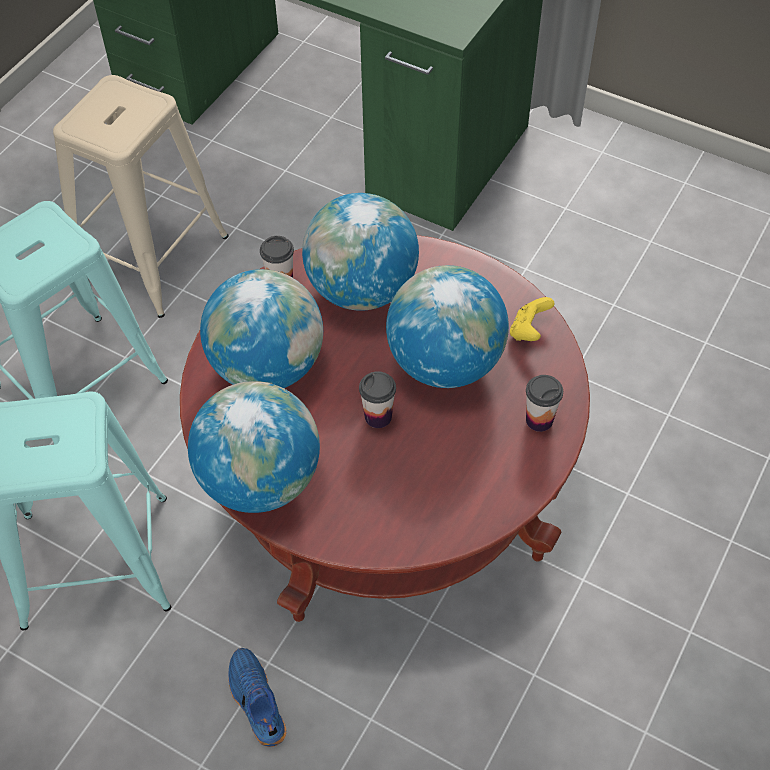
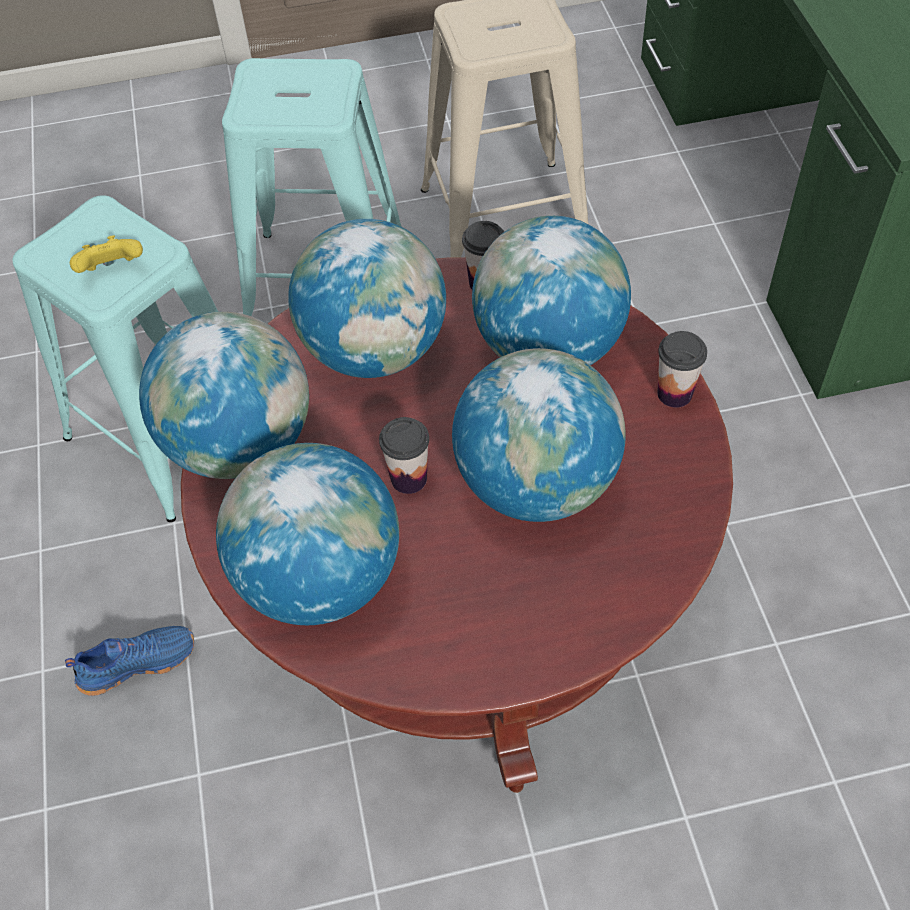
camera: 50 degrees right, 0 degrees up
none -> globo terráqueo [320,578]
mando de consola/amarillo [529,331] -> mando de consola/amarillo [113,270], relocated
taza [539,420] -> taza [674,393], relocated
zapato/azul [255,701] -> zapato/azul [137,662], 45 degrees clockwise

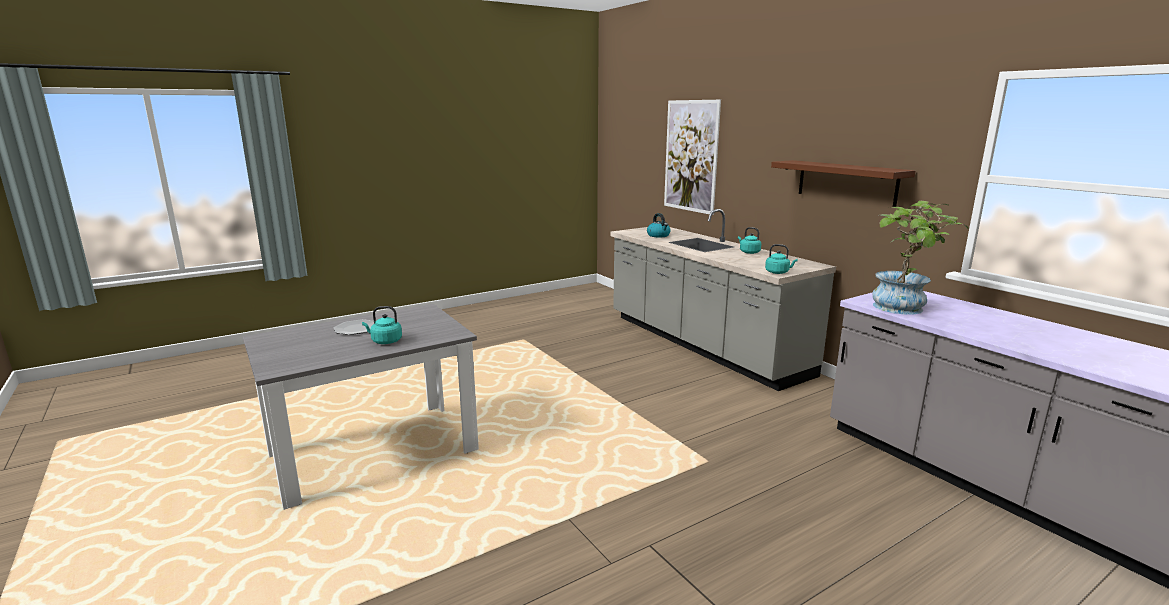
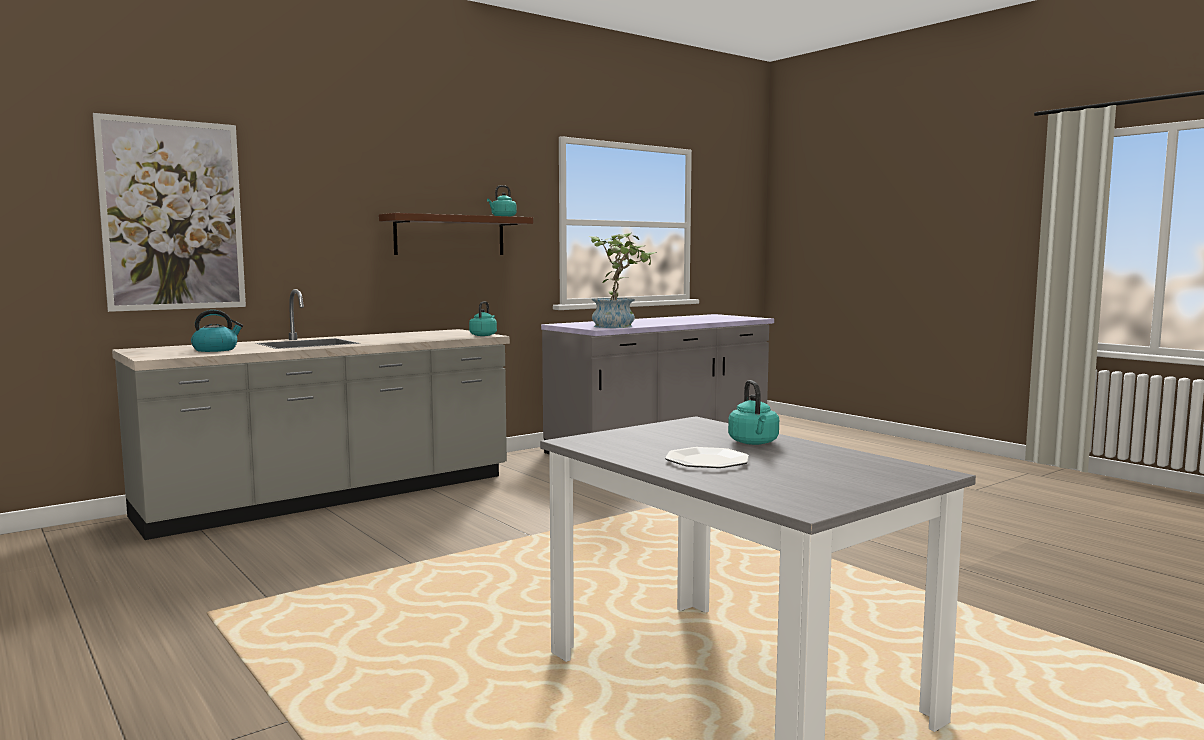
camera: 95 degrees left, 10 degrees down
hervidor/turquesa [748,252] -> hervidor/turquesa [502,216], relocated

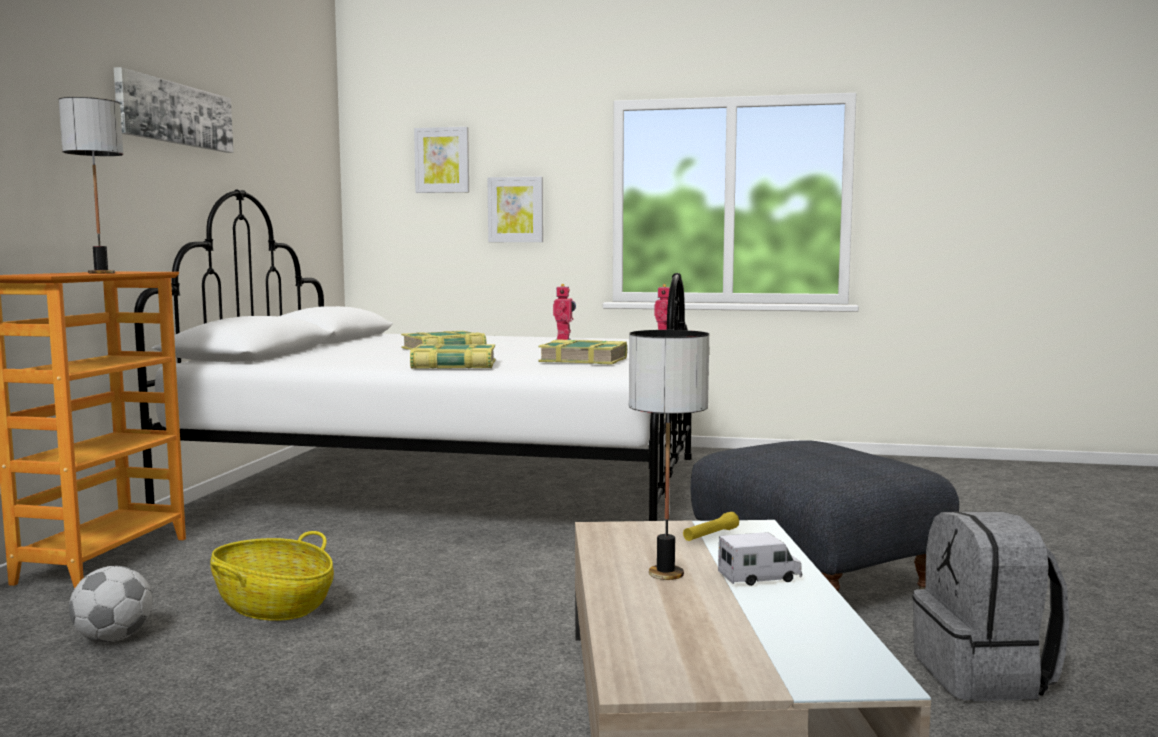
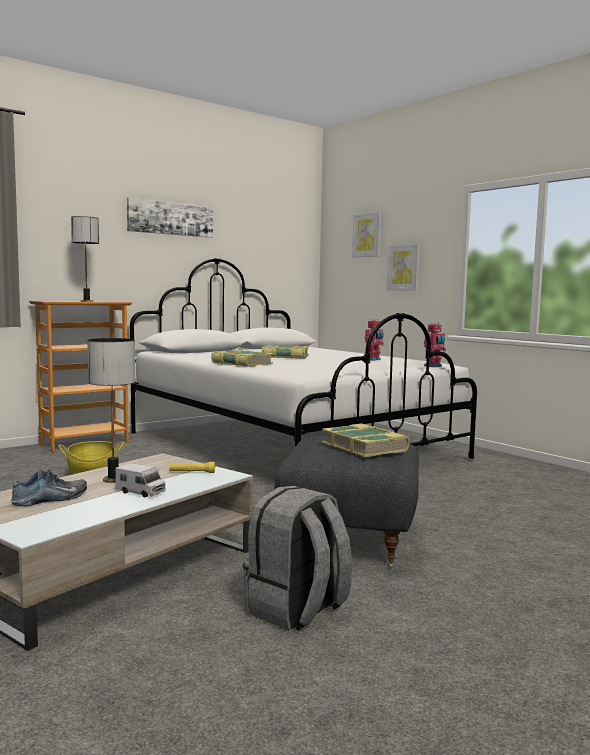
camera: 40 degrees right, 0 degrees up
balón de fútbol [114,638] -> none
none -> zapato [51,499]
libro [583,360] -> libro [365,447], relocated

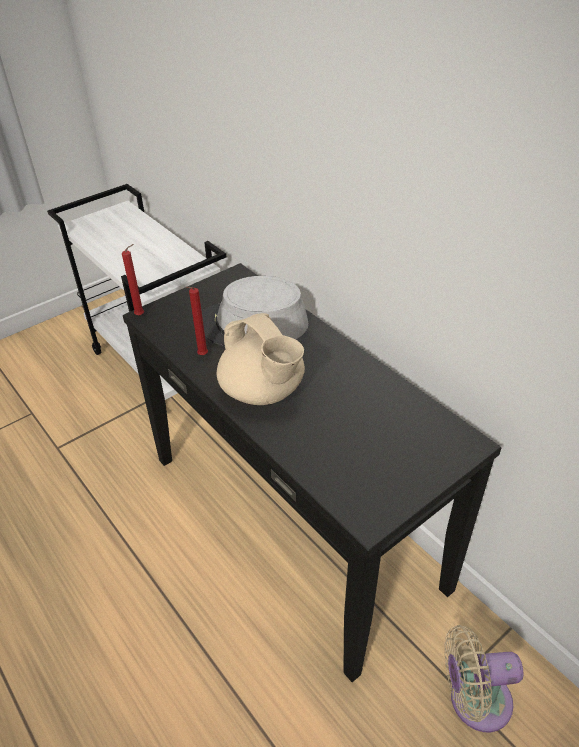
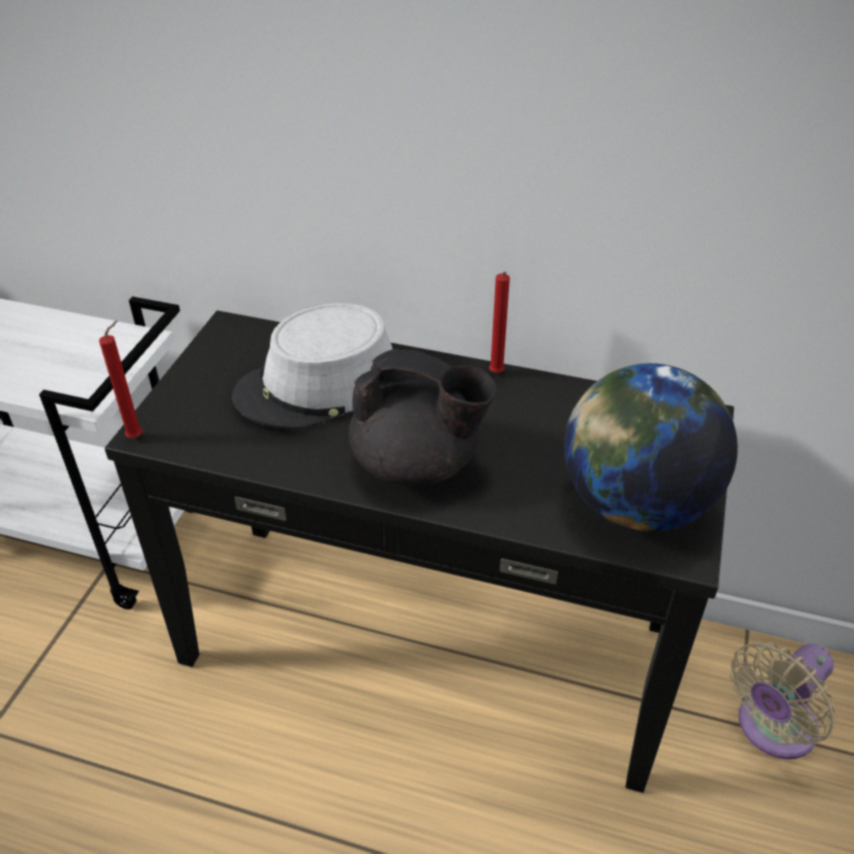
camera: 35 degrees left, 0 degrees up
none -> globo terráqueo [634,504]
vela/rojo [201,356] -> vela/rojo [496,374], relocated
tetera/beis [263,391] -> tetera/negro [417,463]

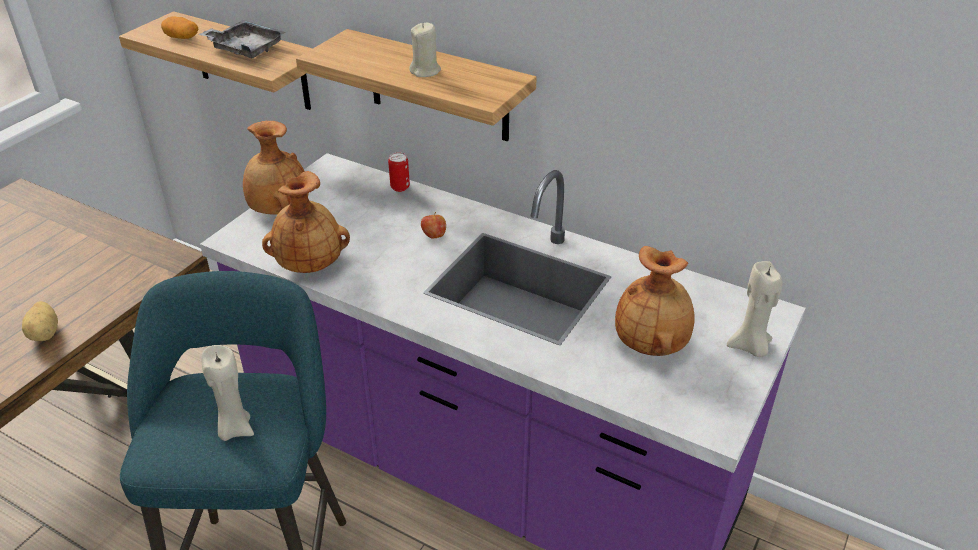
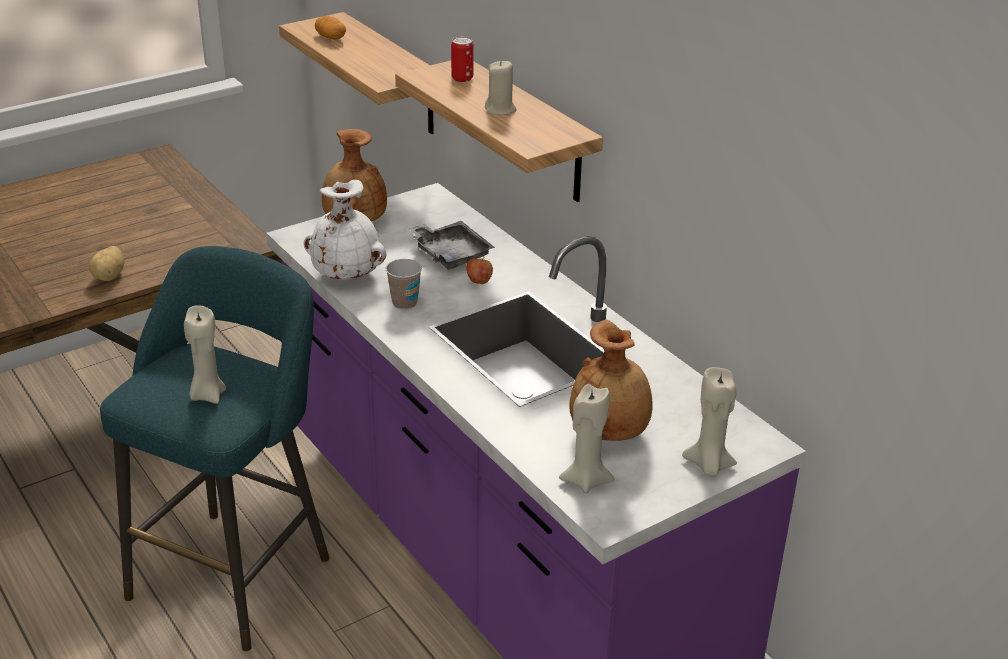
camera: 25 degrees right, 5 degrees down
none -> taza [404,303]
none -> vela/beis [586,480]
bandeja/gris [245,48] -> bandeja/gris [450,254], relocated
lata [400,187] -> lata [462,78], relocated
florero/marrón [310,264] -> florero/blanco [347,274]

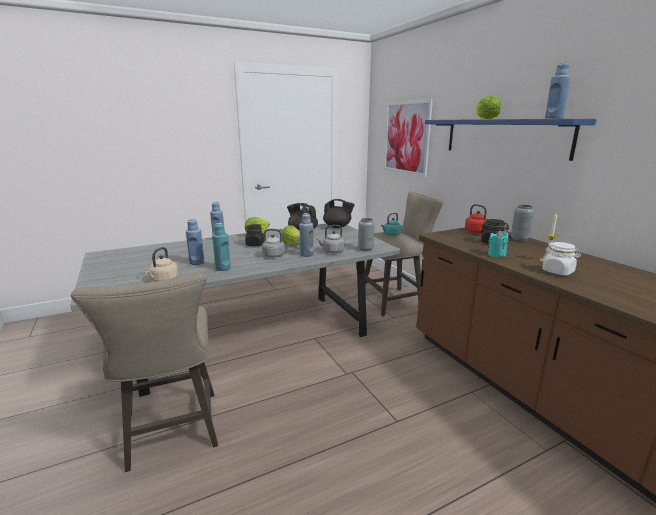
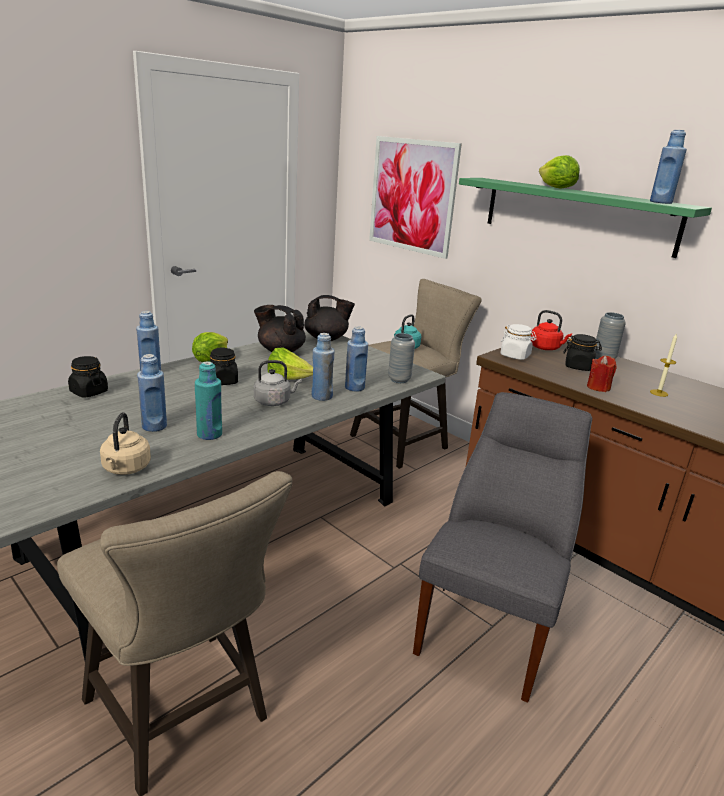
camera: 20 degrees left, 5 degrees up
none -> tarro/negro [89,392]
none -> silla/gris [489,626]
tarro/blanco [558,272] -> tarro/blanco [515,356], relocated
hervidor/gris [332,251] -> botella/azul [354,387]
estante/azul [503,137] -> estante/verde [577,215]
vela/turquesa [496,255] -> vela/rojo [598,387]

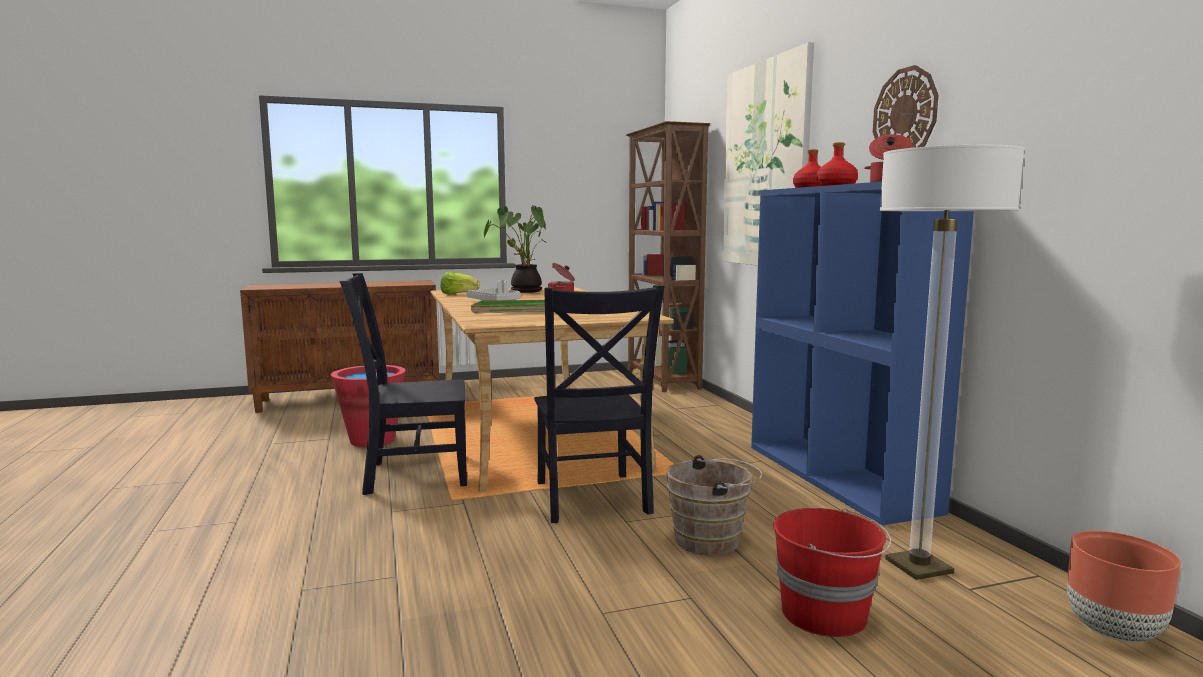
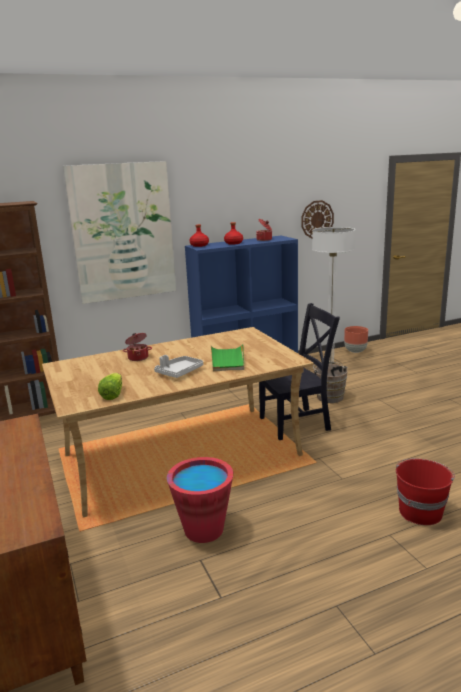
camera: 95 degrees left, 10 degrees up
silla/negro [411,475] -> none
planta en maceta [523,291] -> none
cubo/rojo [826,614] -> cubo/rojo [420,511], relocated
reloj de pared [905,114] -> reloj de pared [317,219], relocated

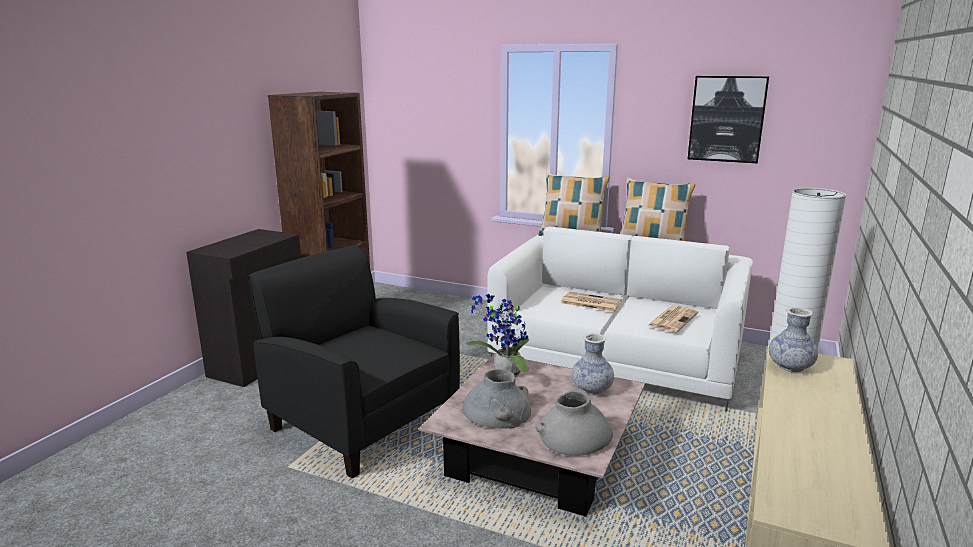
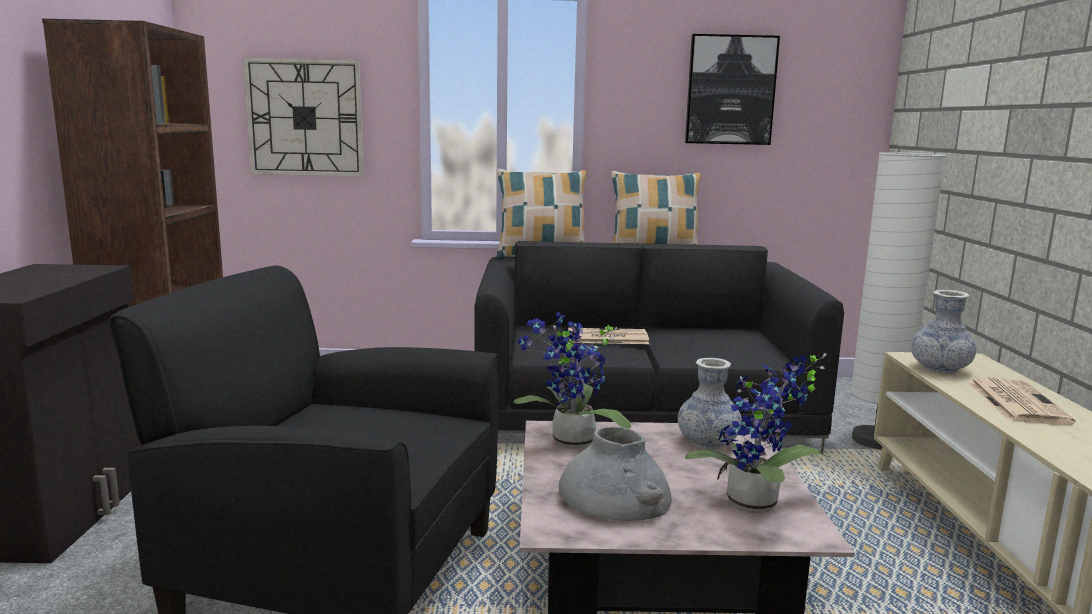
camera: 25 degrees left, 5 degrees down
none -> reloj de pared [305,118]
periódico [672,319] -> periódico [1015,401], relocated
florero/gris [574,435] -> planta en maceta [755,507]
sofá/blanco [617,358] -> sofá/negro [639,414]

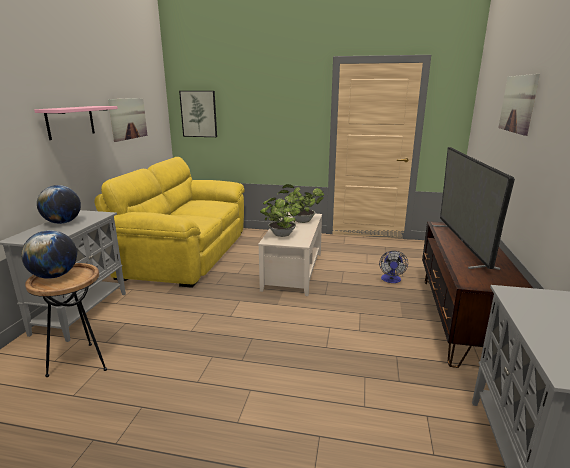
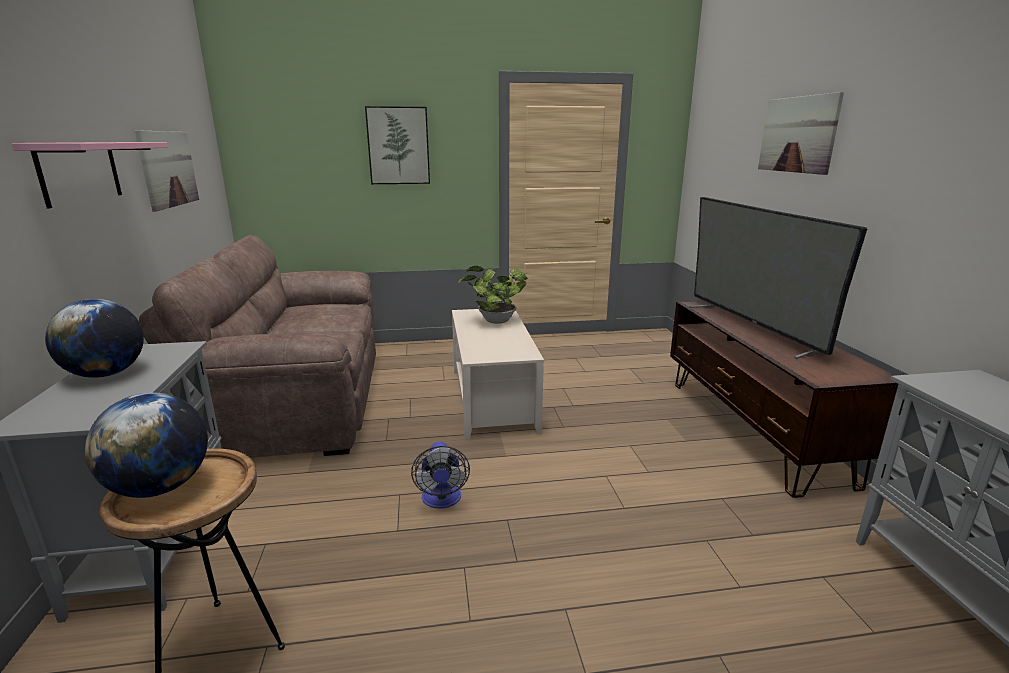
camera: 20 degrees left, 0 degrees up
planta en maceta [280,235] -> none
cuadro [199,114] -> cuadro [398,146], relocated
ventilador [391,280] -> ventilador [442,500], relocated
sofá/amarillo [185,253] -> sofá/marrón [296,397]

